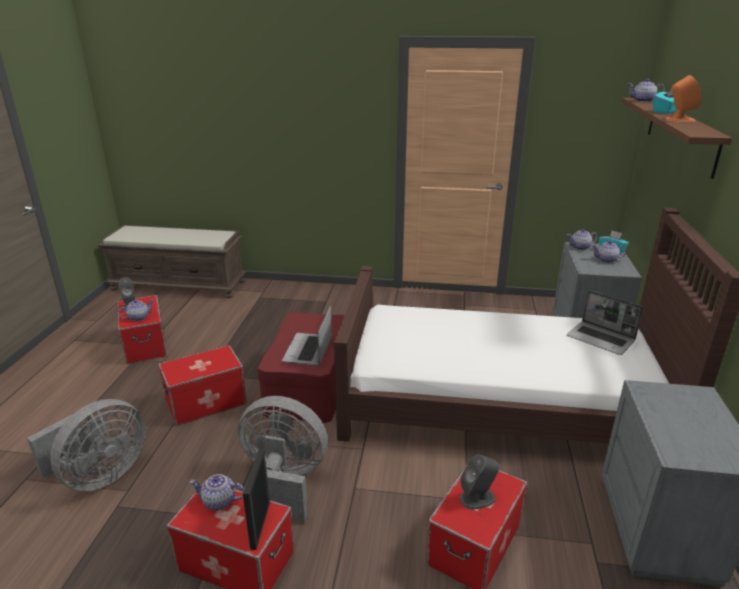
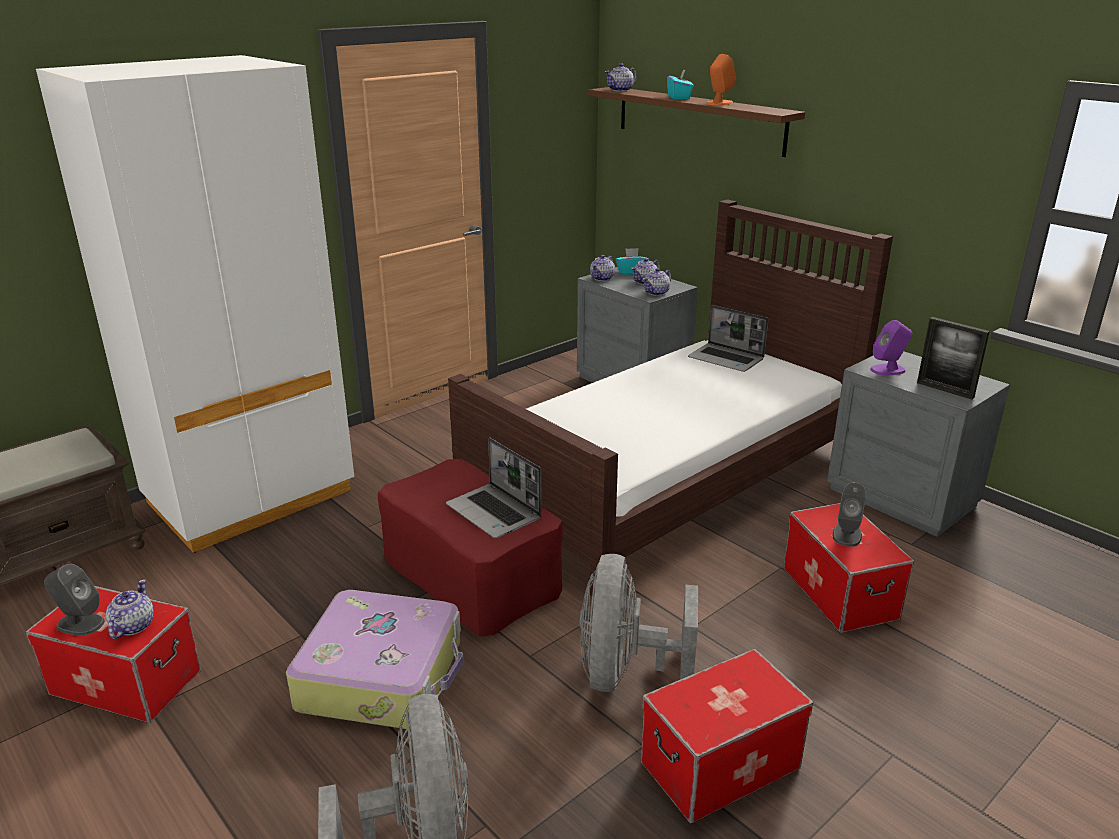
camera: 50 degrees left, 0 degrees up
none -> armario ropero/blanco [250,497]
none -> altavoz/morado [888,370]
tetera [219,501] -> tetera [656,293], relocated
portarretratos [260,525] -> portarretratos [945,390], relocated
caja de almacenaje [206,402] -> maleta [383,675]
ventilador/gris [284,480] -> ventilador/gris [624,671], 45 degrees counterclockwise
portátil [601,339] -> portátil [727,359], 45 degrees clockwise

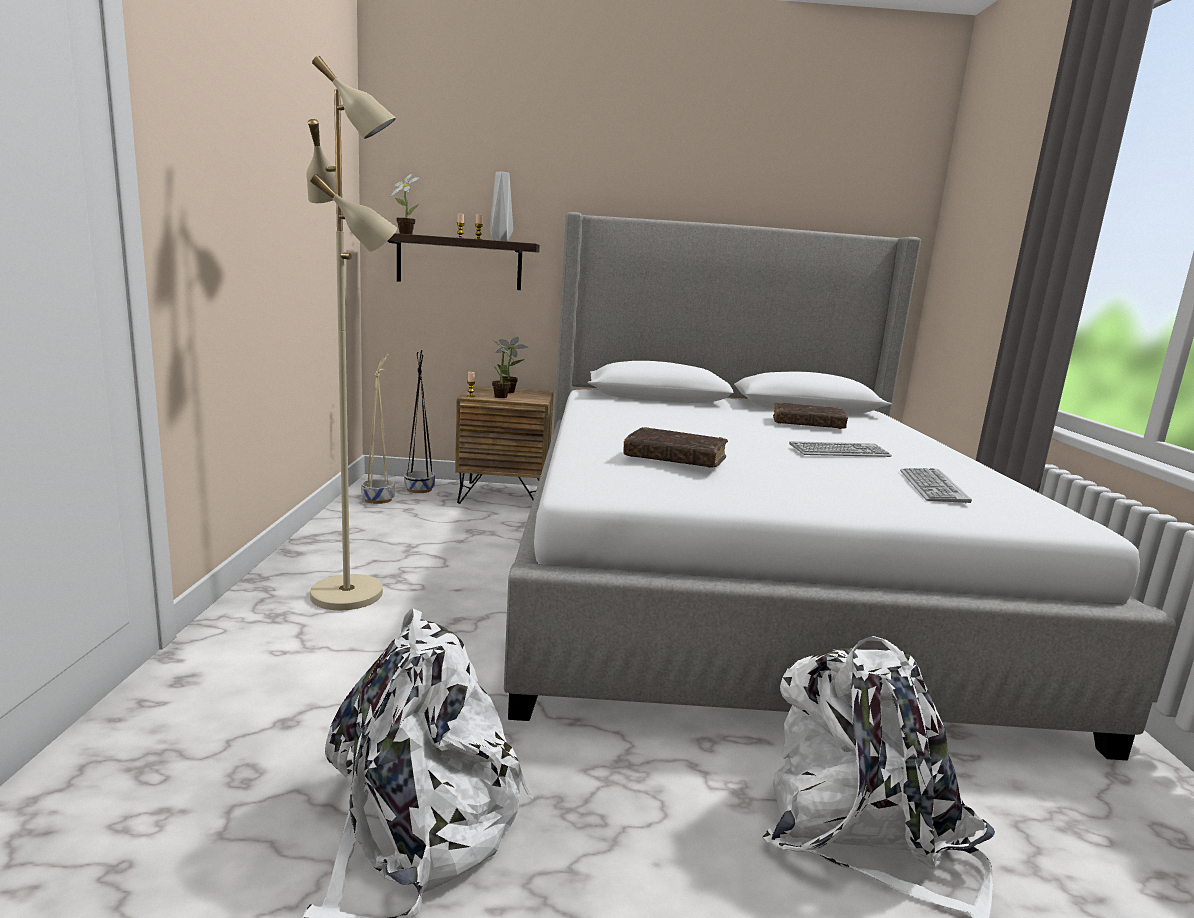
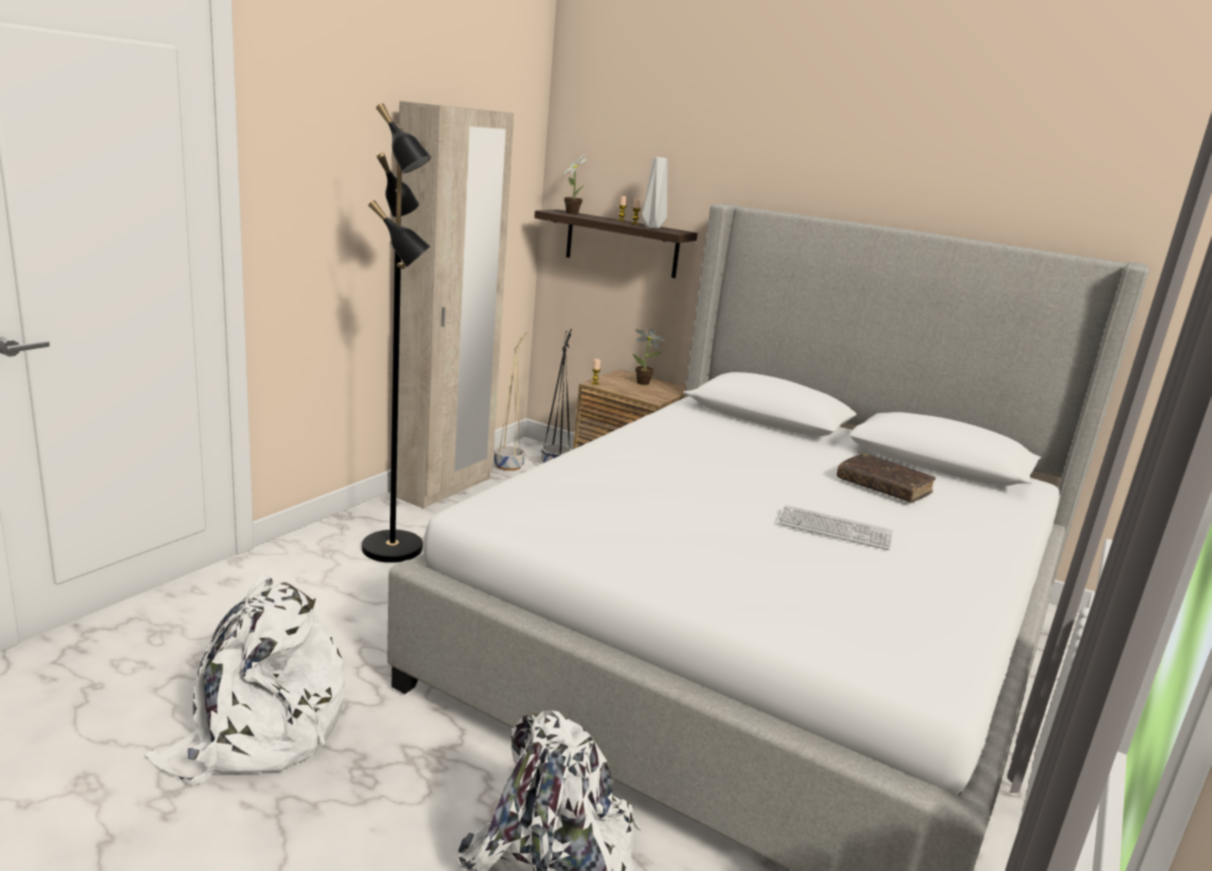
camera: 30 degrees right, 5 degrees up
planta en maceta [500,397] -> none
libro/marrón [675,459] -> none
teclado [932,487] -> none
none -> armario ropero/beis [444,487]
lámpara de pie/beis [349,594] -> lámpara de pie/negro [394,548]

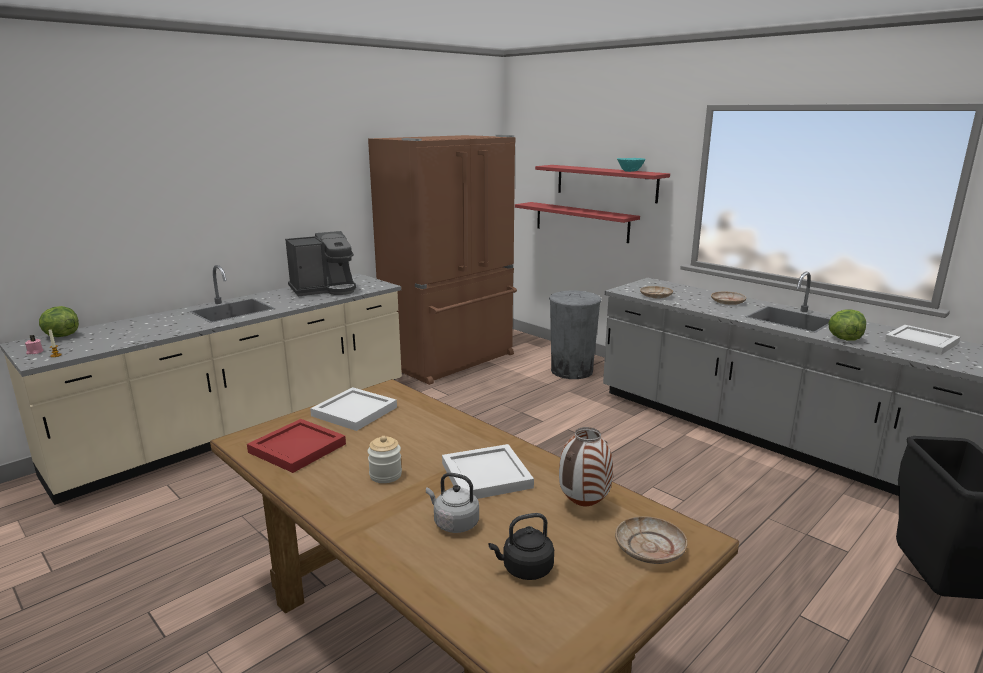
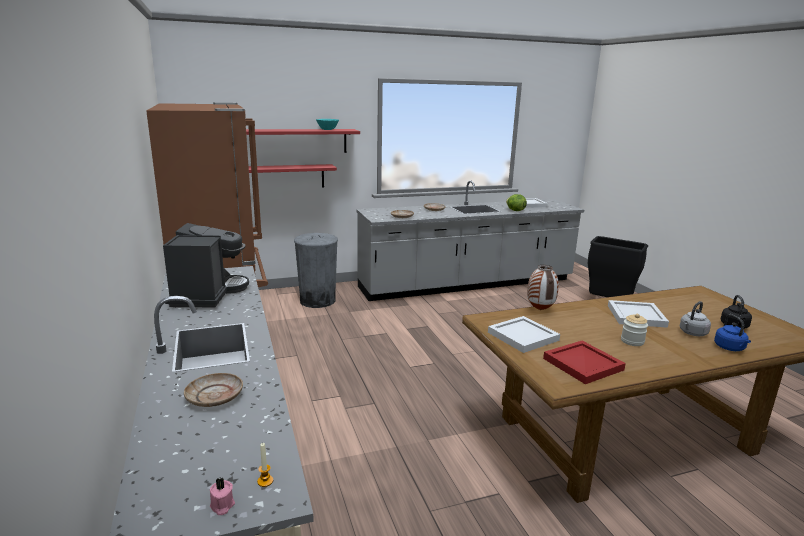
camera: 65 degrees left, 0 degrees up
lechuga [61,336] -> none
none -> hervidor/azul [730,348]
florero [583,504] -> florero [539,310], relocated
plato/beis [649,549] -> plato/beis [215,397], relocated

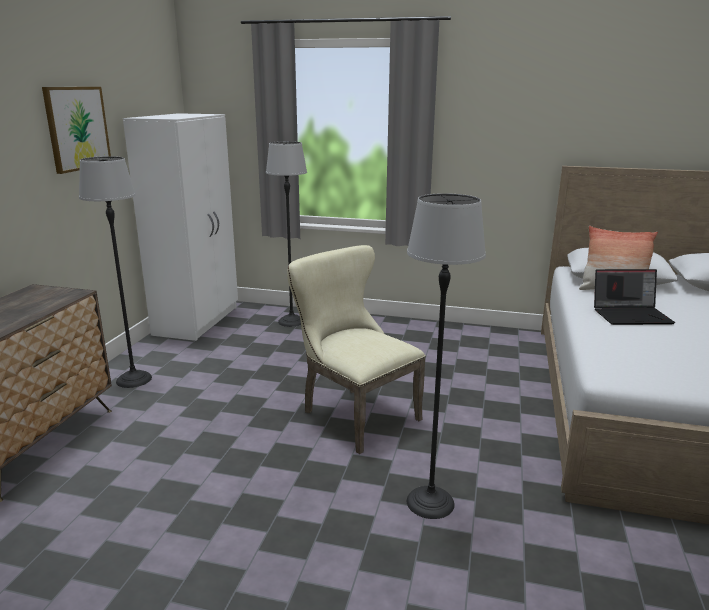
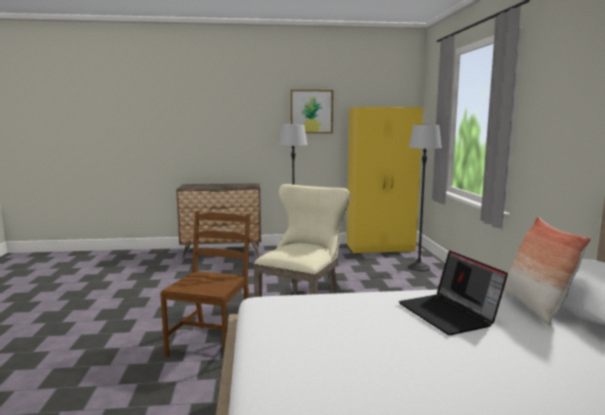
camera: 70 degrees right, 10 degrees down
lámpara de pie [430,502] -> silla/marrón [211,343]
armario ropero/blanco [198,320] -> armario ropero/amarillo [381,248]

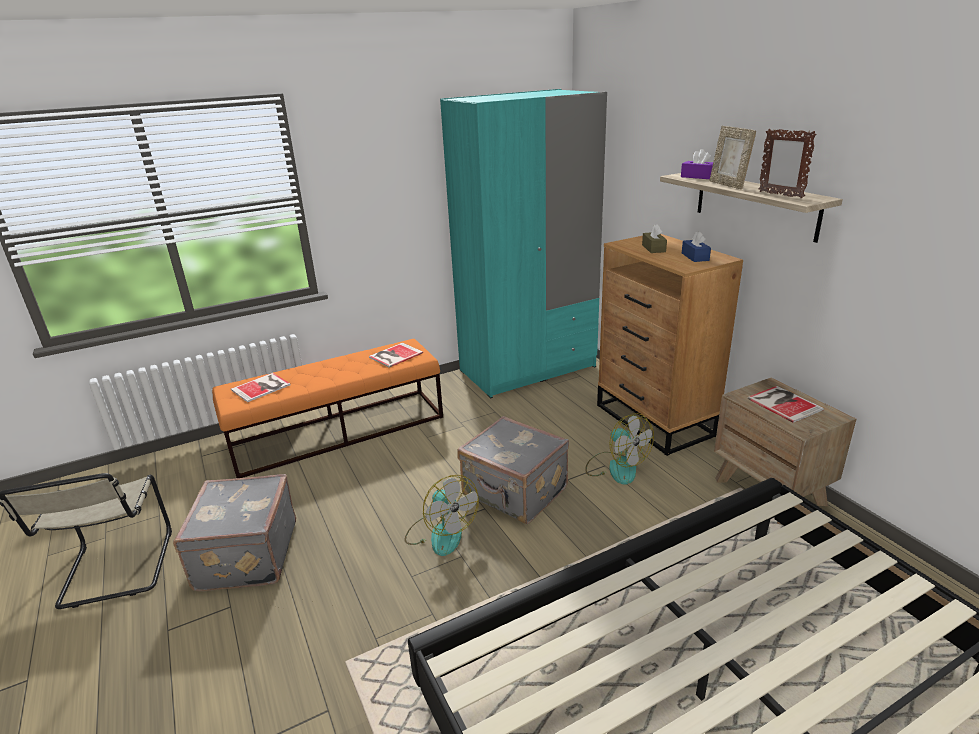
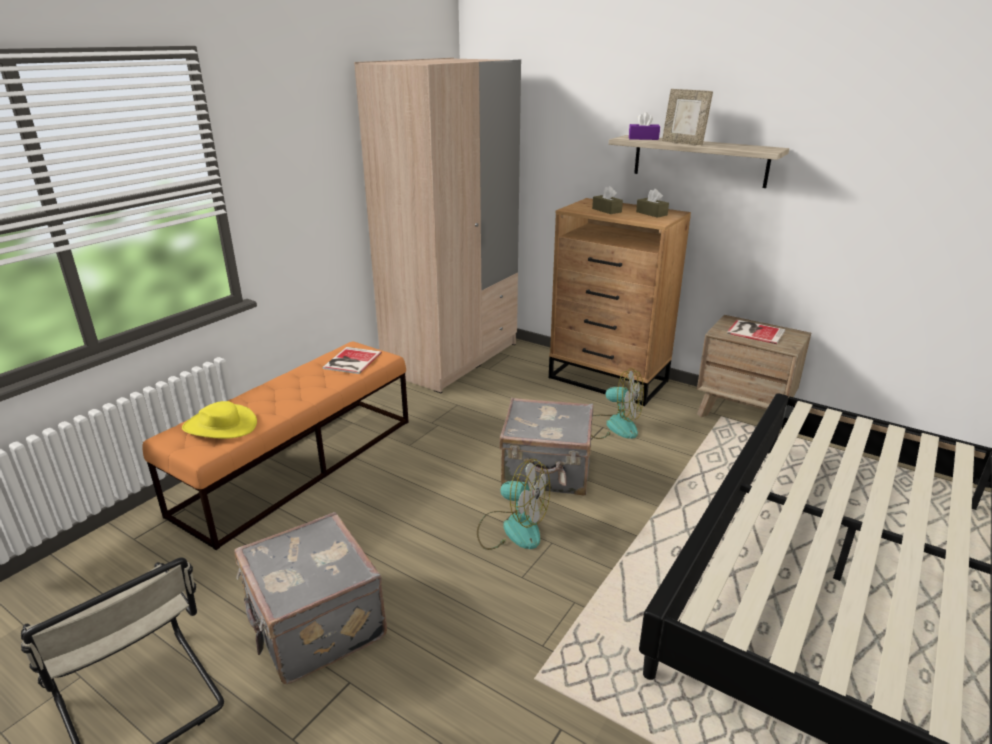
camera: 30 degrees left, 0 degrees up
portarretratos [780,195] -> none
libro [262,387] -> sombrero/amarillo [220,426]
armario ropero/turquesa [528,368] -> armario ropero/beis [452,358]
caja de pañuelos/azul [695,257] -> caja de pañuelos/marrón [651,213]

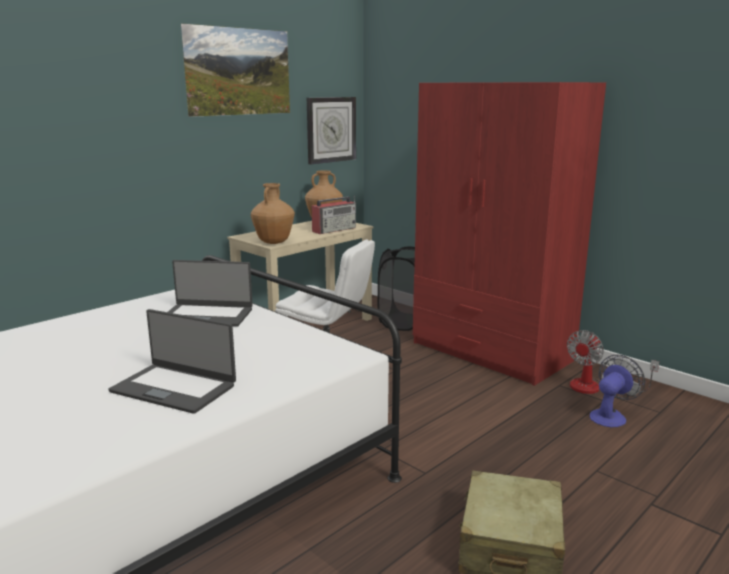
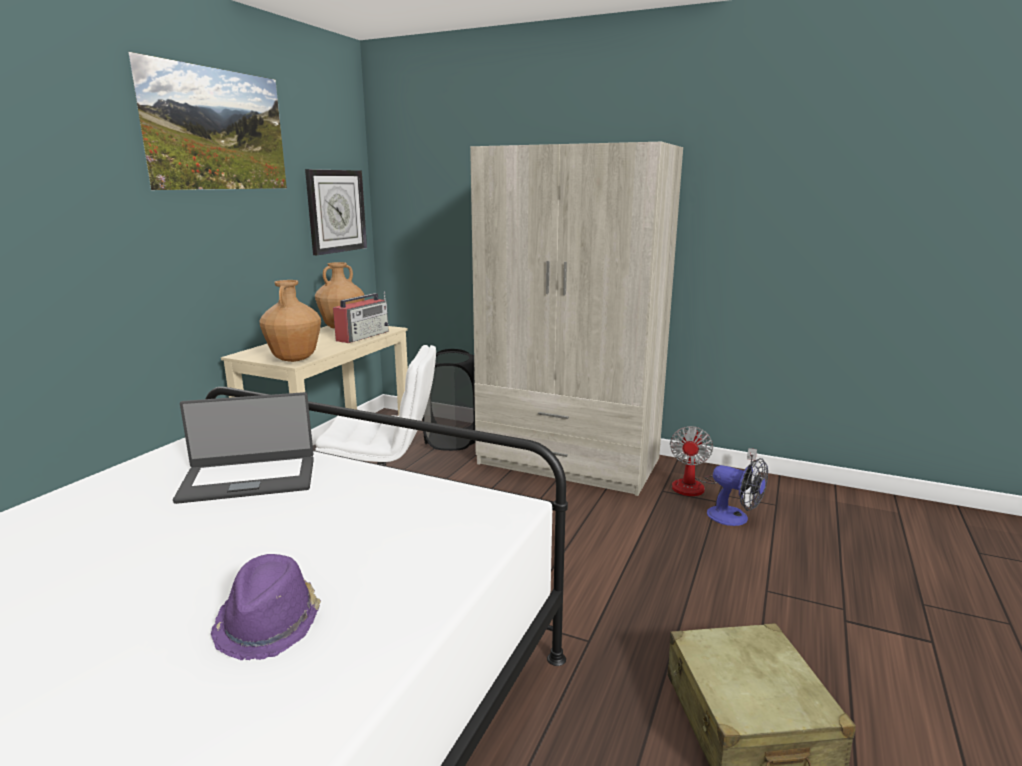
camera: 20 degrees left, 0 degrees up
portátil [174,388] -> sombrero/morado [270,623]
armario ropero/rojo [491,352] -> armario ropero/beis [569,462]
ventilador [610,416] -> ventilador [734,518], 105 degrees clockwise

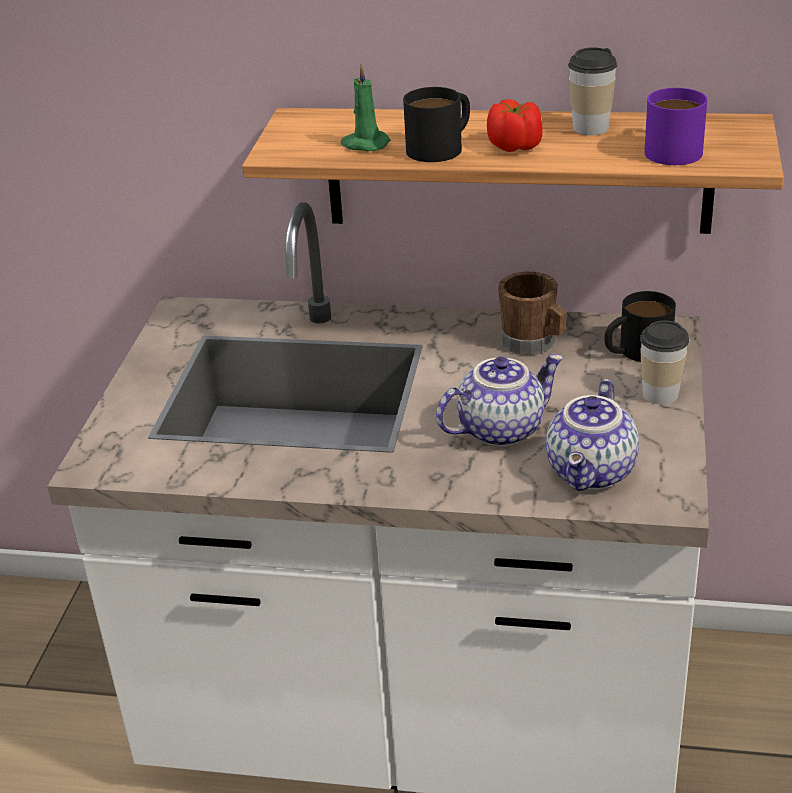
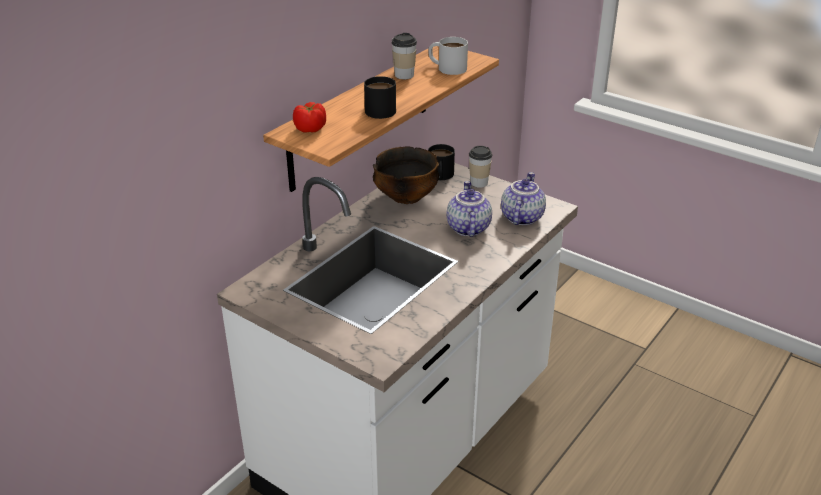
camera: 65 degrees left, 0 degrees up
vela/verde [364,144] -> none
tomate [515,146] -> tomate [310,129], relocated
taza grande/marrón [533,343] -> cuenco [406,197]
taza grande/morado [671,148] -> taza grande/blanco [447,68]
tetera [593,473] -> tetera [521,217], 120 degrees counterclockwise

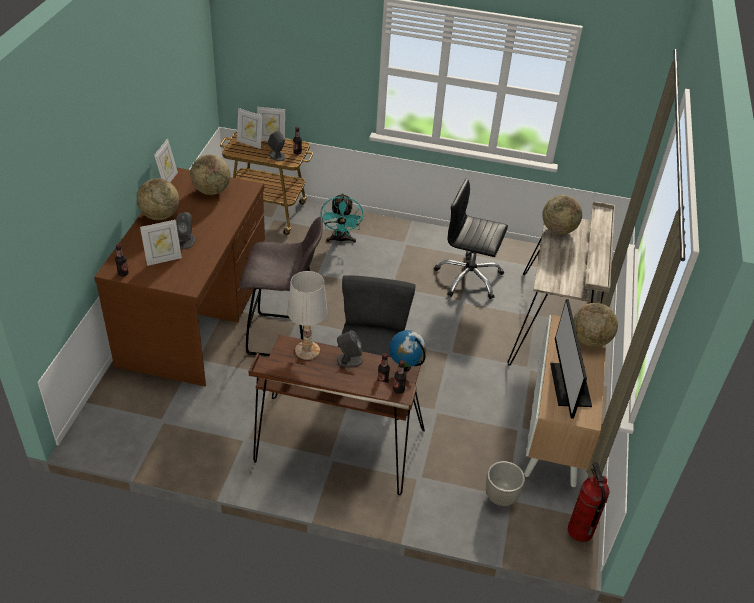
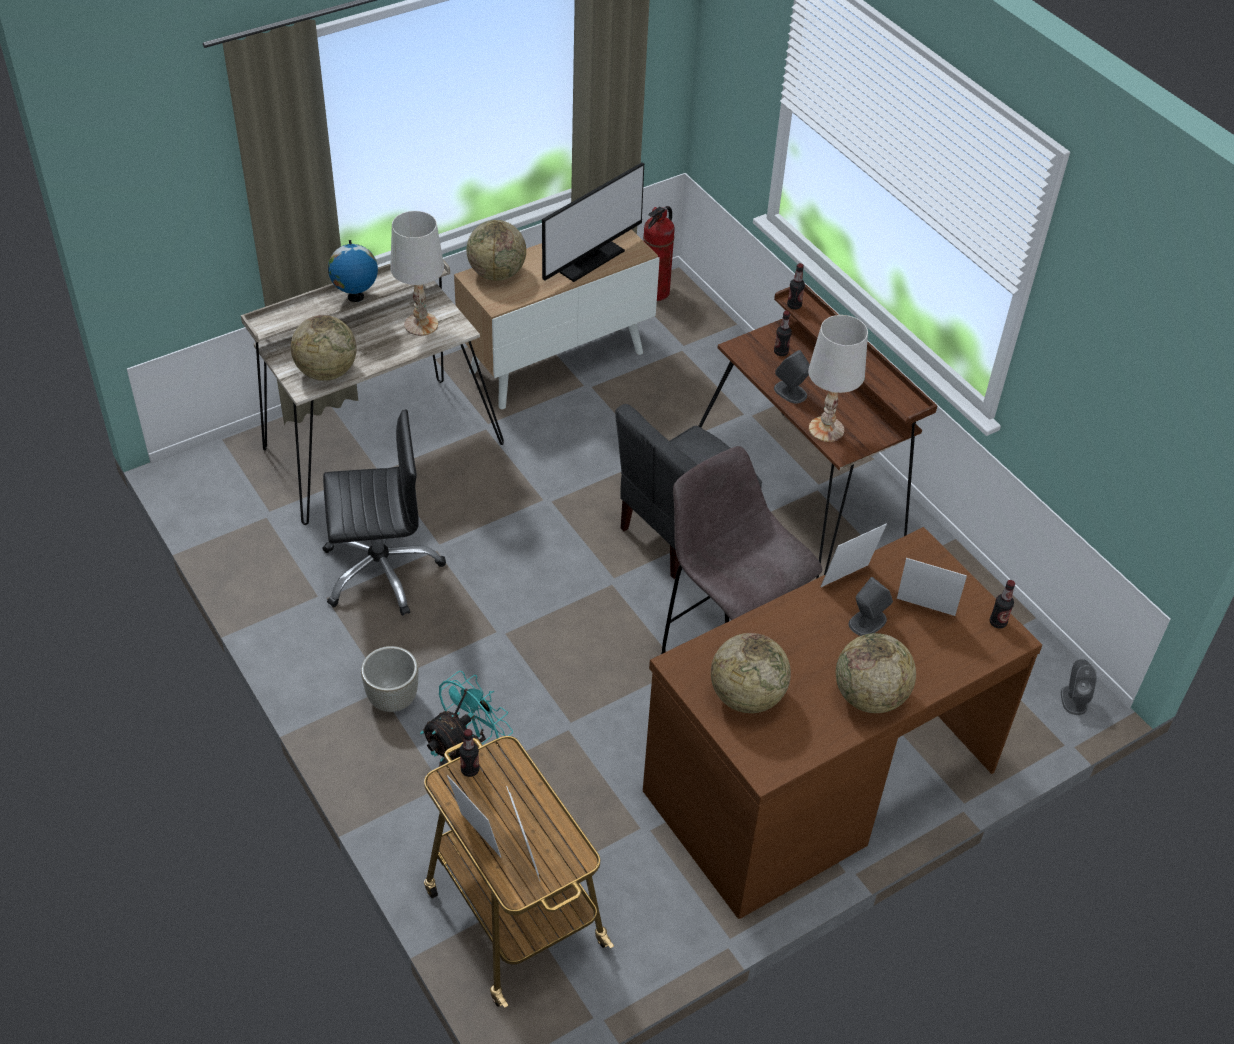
camera: 135 degrees left, 5 degrees up
none -> lámpara de mesa/blanco [420,324]
portarretratos [168,180] -> portarretratos [848,580], relocated
altavoz/gris [277,156] -> altavoz/gris [1073,699], relocated
globo terráqueo [405,367] -> globo terráqueo [355,297], relocated
maceta/gris [500,497] -> maceta/gris [393,699], relocated
silla de oficina/negro [468,278] -> silla de oficina/negro [381,570], 75 degrees counterclockwise

